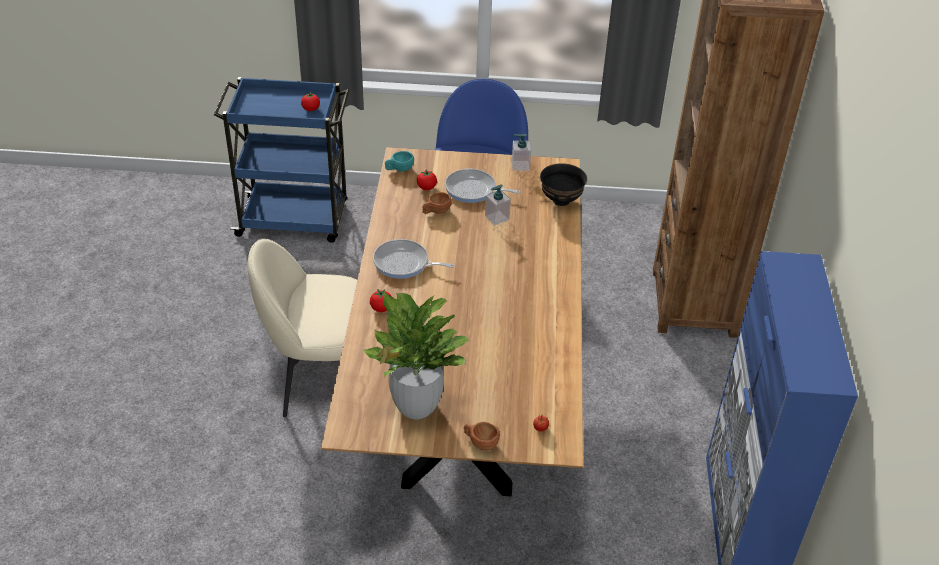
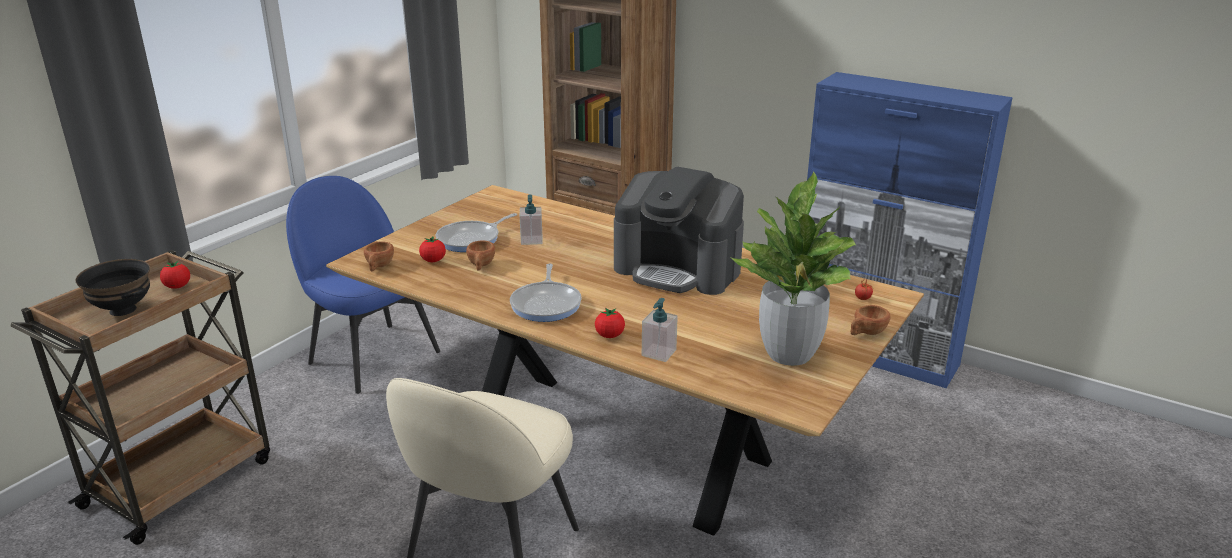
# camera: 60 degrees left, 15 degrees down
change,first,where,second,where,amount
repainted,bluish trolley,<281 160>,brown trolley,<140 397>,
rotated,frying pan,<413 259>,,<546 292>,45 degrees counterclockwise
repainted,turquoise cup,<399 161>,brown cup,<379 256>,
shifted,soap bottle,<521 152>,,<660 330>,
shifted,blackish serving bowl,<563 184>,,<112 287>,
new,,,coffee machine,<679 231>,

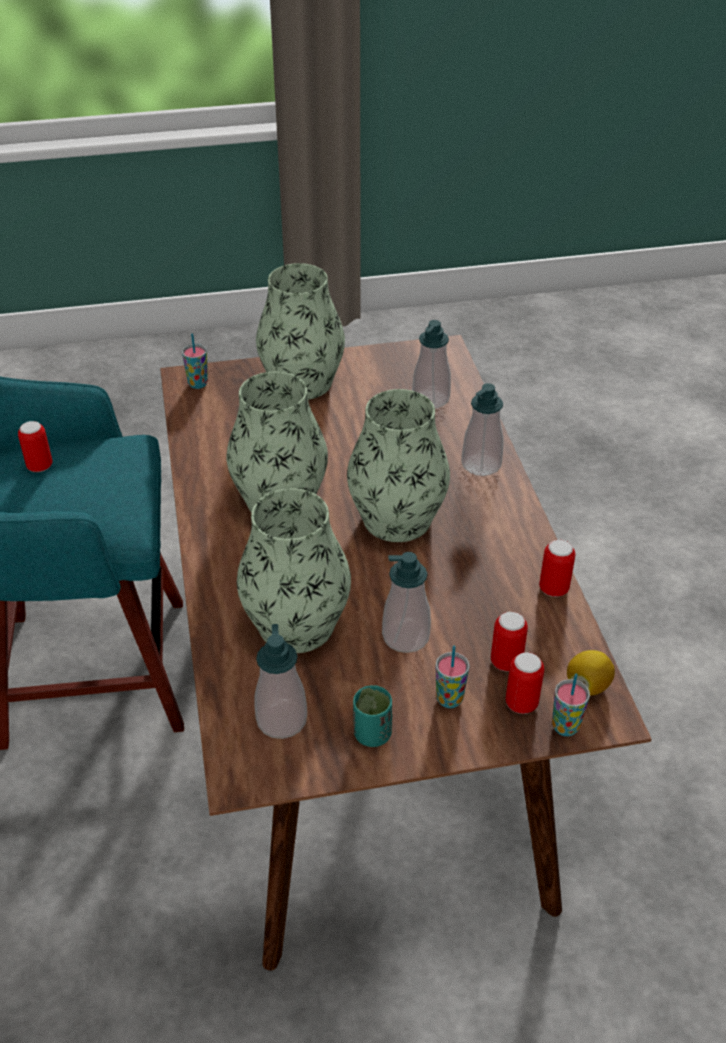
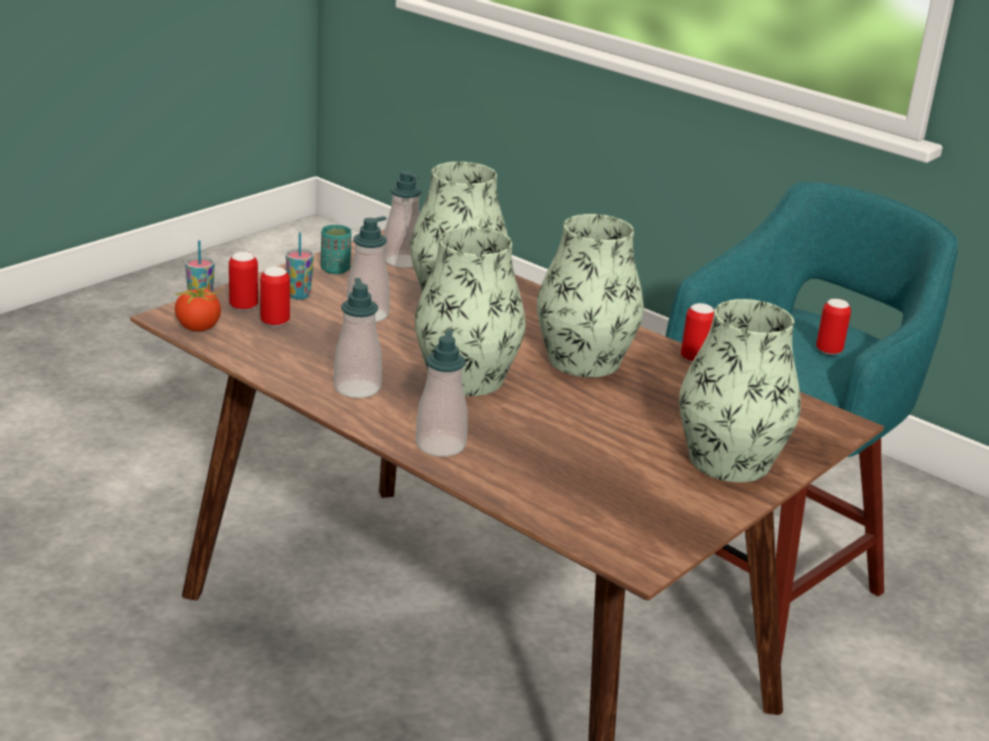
# camera: 140 degrees right, 15 degrees down
change,first,where,second,where,amount
gone,cup,<195 361>,,,
shifted,soap bottle,<431 364>,,<358 338>,
shifted,metal can,<557 568>,,<697 332>,
swapped,citrus fruit,<591 673>,fresh tomato,<198 308>,

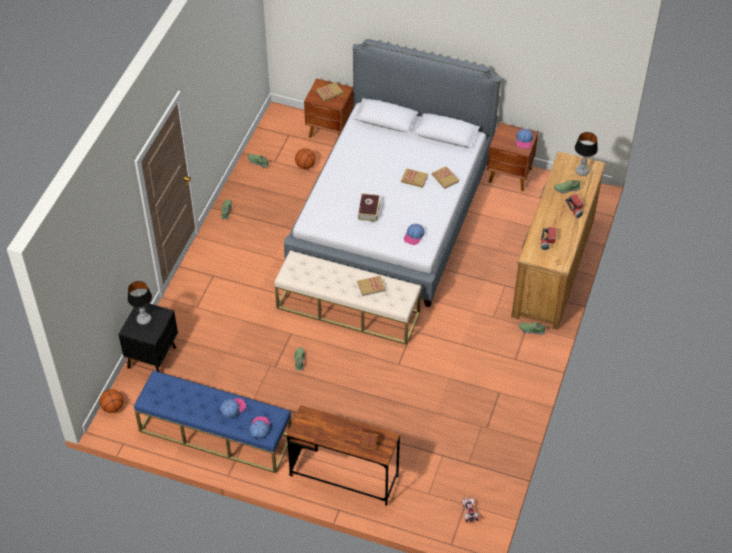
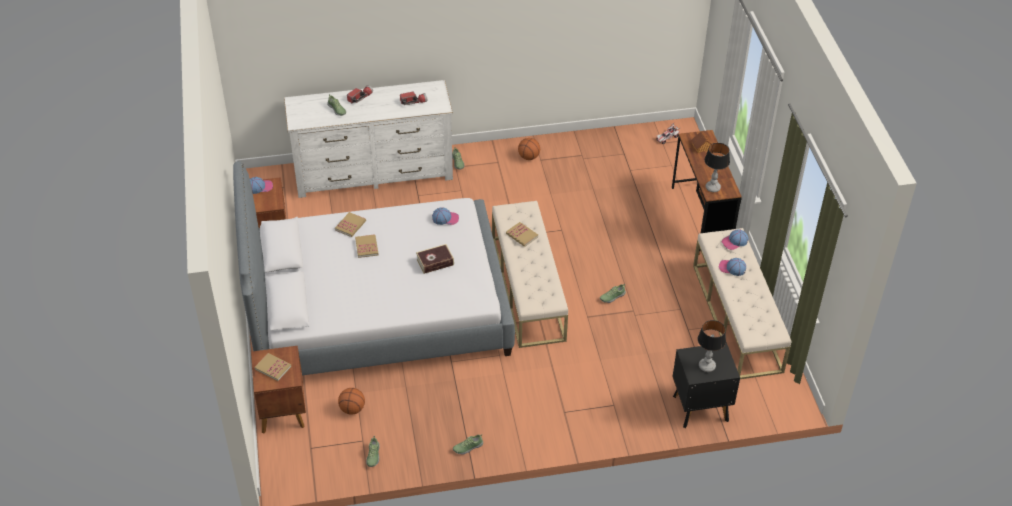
# camera: 120 degrees left, 5 degrees down
change,first,where,second,where,amount
shifted,basketball ball,<111 401>,,<529 149>,
repainted,bluish indoor bench,<213 421>,beige indoor bench,<742 303>,
repainted,brown drawer chest,<558 240>,whitish drawer chest,<368 139>,
shifted,lamp for a table,<586 154>,,<717 167>,

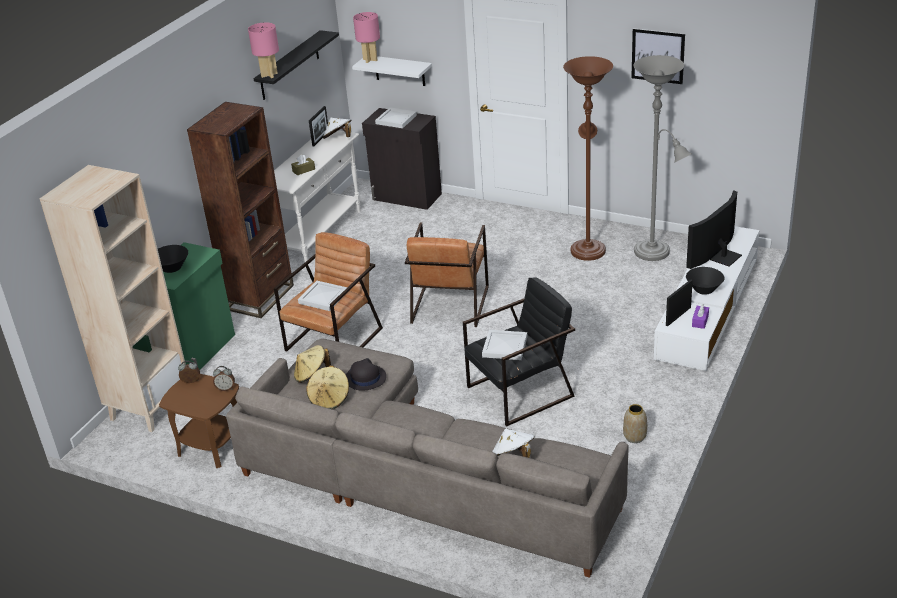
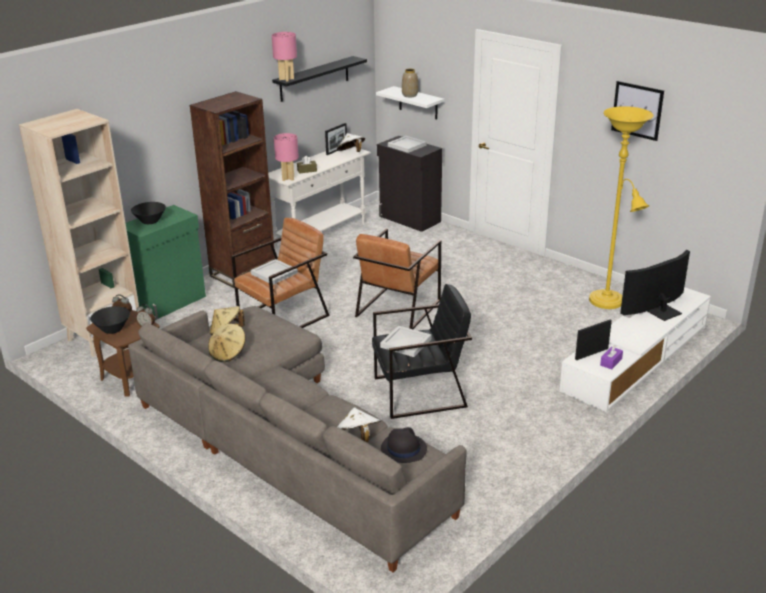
# camera: 15 degrees right, 5 degrees down
change,first,where,second,where,amount
shifted,blackish wearable hat,<366 374>,,<404 445>,
shifted,pink-coloured lamp for a table,<366 37>,,<286 157>,
gone,brown standard lamp,<588 158>,,,
shifted,flower vase,<635 423>,,<410 83>,
repainted,gray standard lamp,<662 158>,yellow-coloured standard lamp,<621 207>,
shifted,blackish serving bowl,<705 281>,,<110 320>,

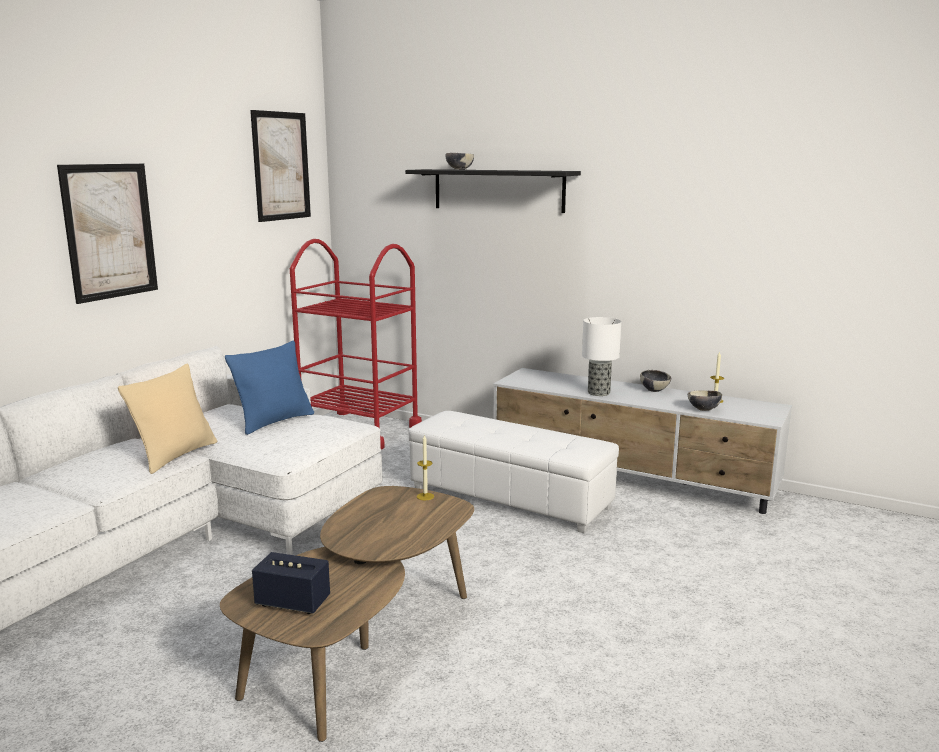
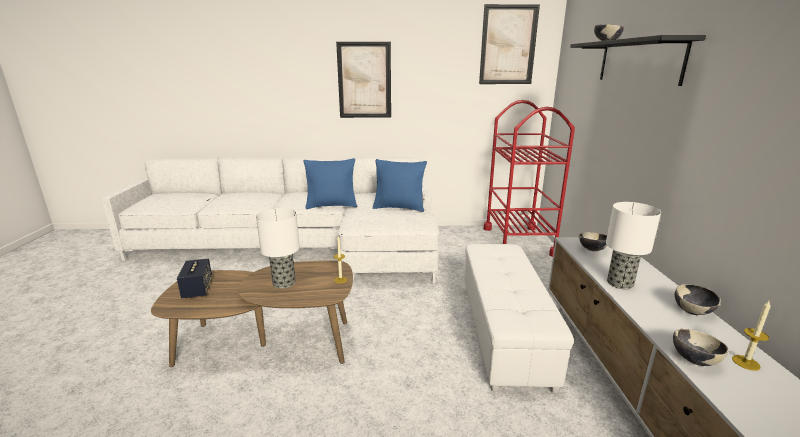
# camera: 60 degrees right, 5 degrees up
change,first,where,second,where,amount
repainted,beige cushion,<167 419>,bluish cushion,<330 183>,
new,,,lamp for a table,<278 248>,
new,,,serving bowl,<593 241>,

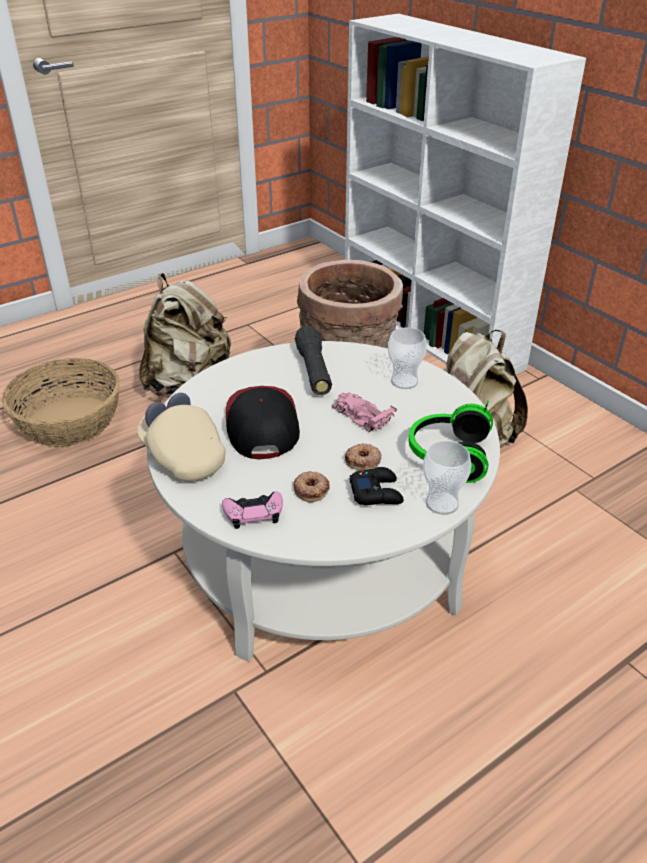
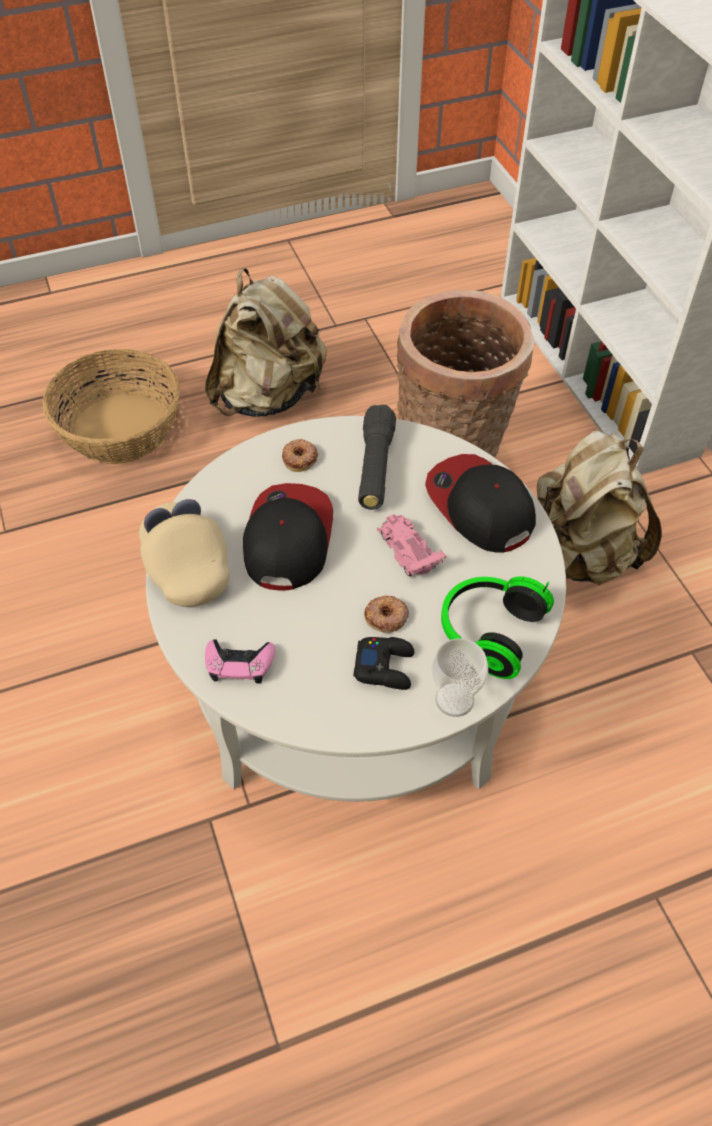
# camera: 15 degrees right, 15 degrees up
change,first,where,second,where,amount
shifted,donut,<311 486>,,<300 455>,
swapped,cup,<407 358>,baseball cap,<480 503>,

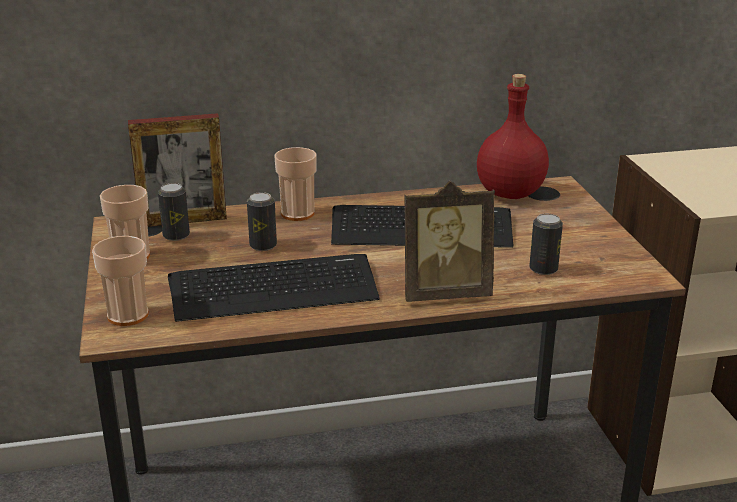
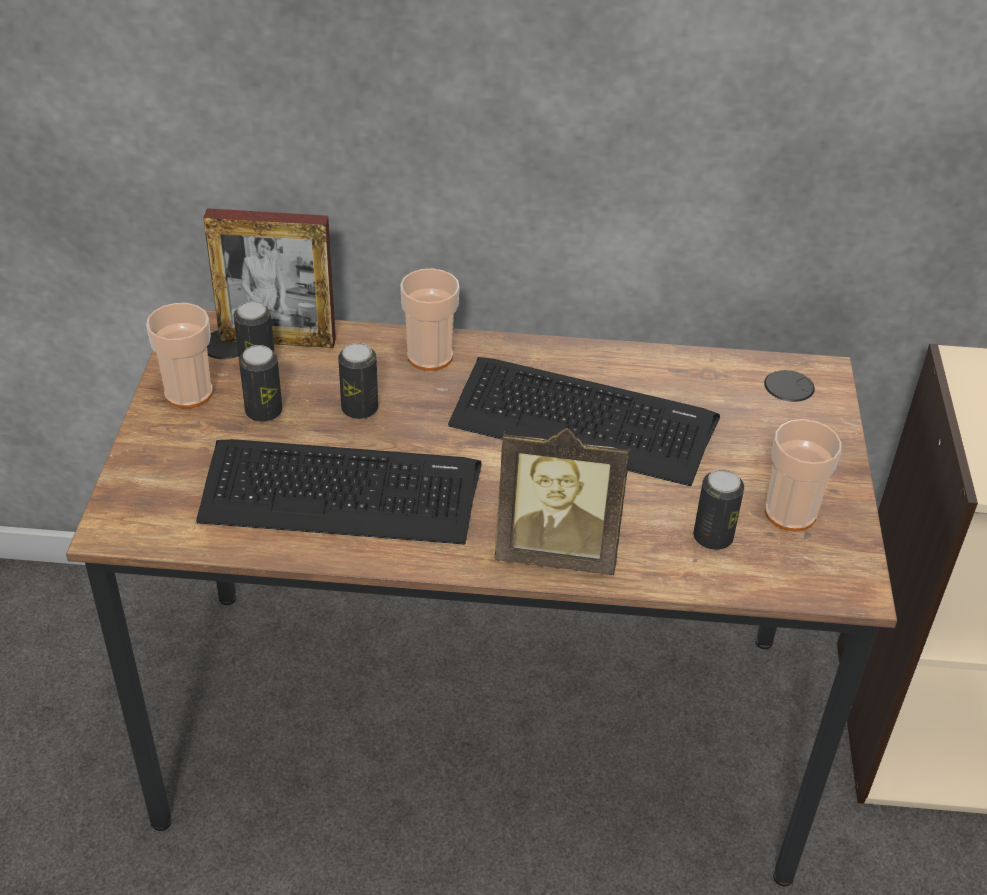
# camera: 15 degrees right, 15 degrees up
change,first,where,second,where,amount
shifted,cup,<120 281>,,<803 475>,
gone,red-coloured bottle,<513 136>,,,
new,,,metal can,<260 383>,

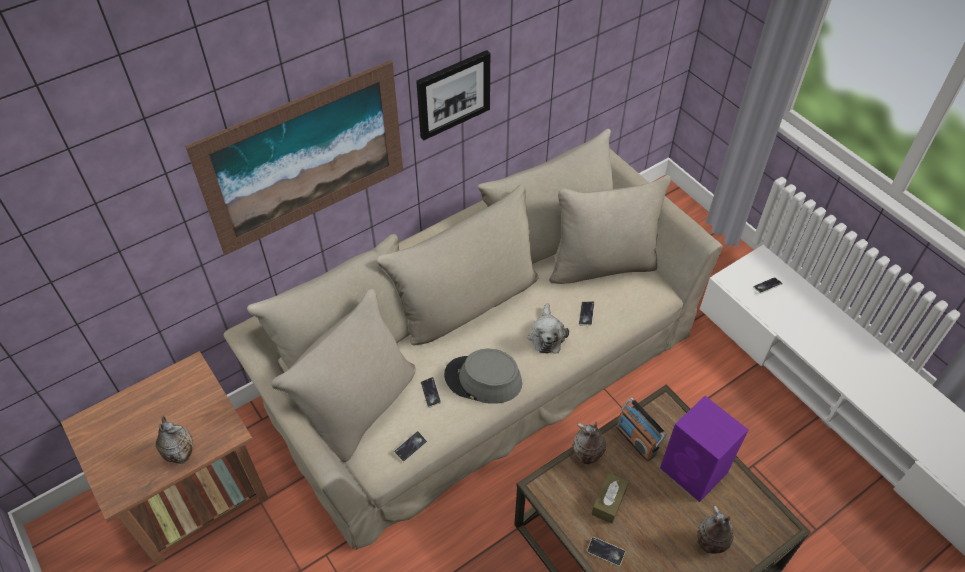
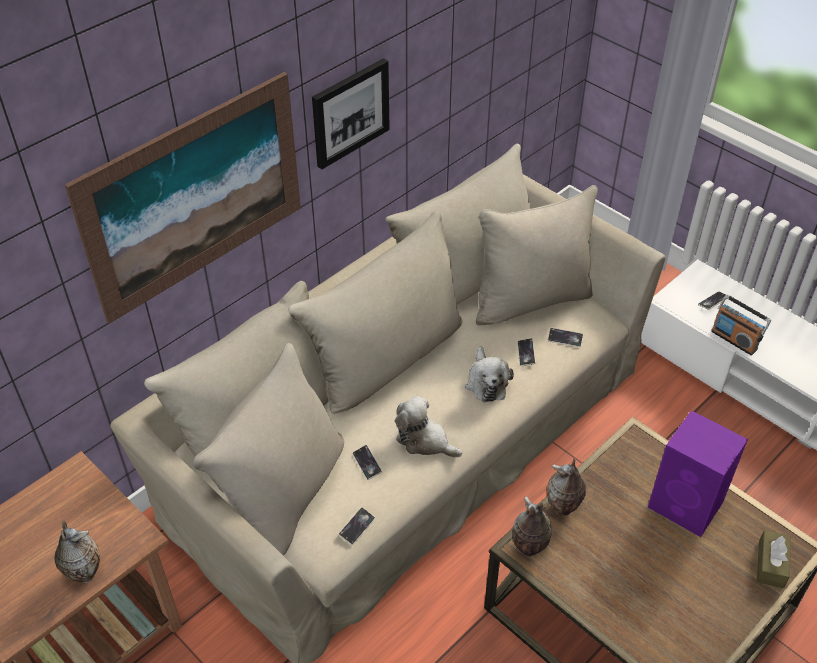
# camera: 10 degrees left, 5 degrees down
change,first,where,second,where,amount
swapped,gray wearable hat,<483 376>,plush toy,<428 426>,
shifted,telephone,<606 551>,,<565 337>,
shifted,brown tissue holder,<610 498>,,<774 559>,
shifted,radio receiver,<641 429>,,<741 325>,
shifted,flower vase,<715 530>,,<532 526>,

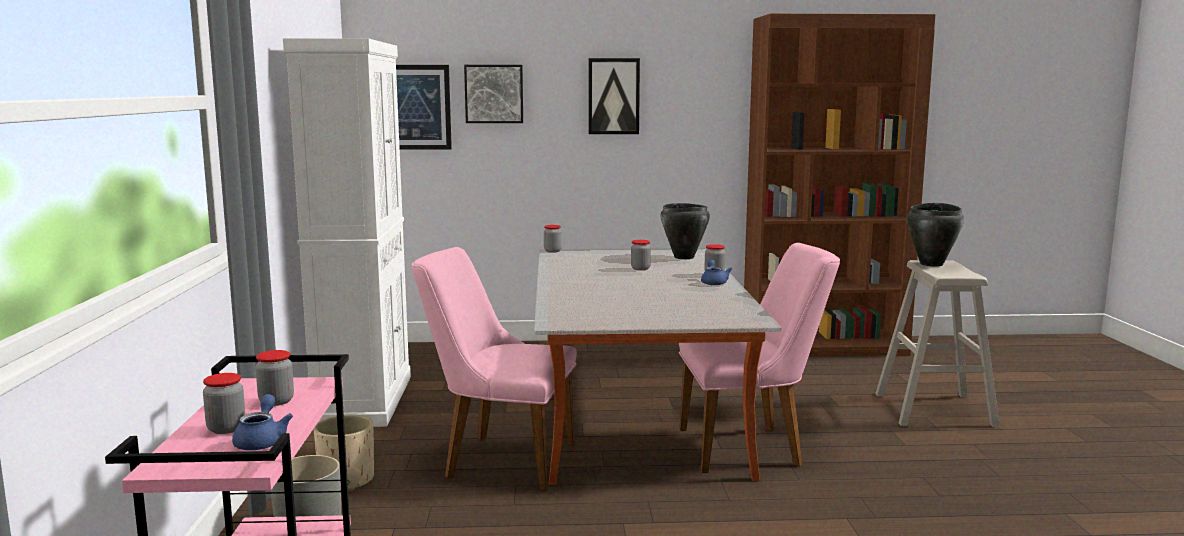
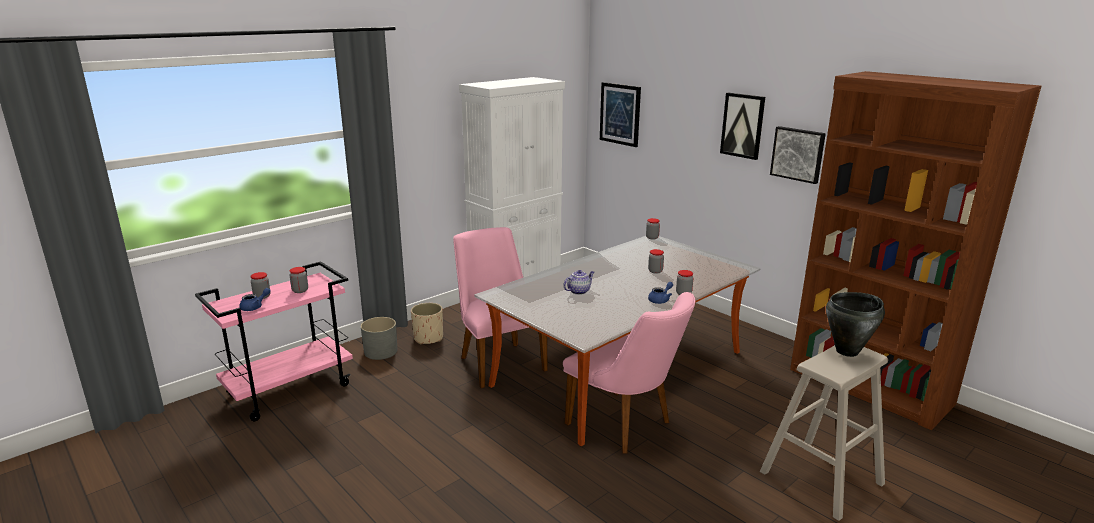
# camera: 50 degrees right, 10 degrees up
change,first,where,second,where,amount
shifted,wall picture,<493 94>,,<798 155>,
gone,blackish stockpot,<685 231>,,,
new,,,teapot,<578 282>,

